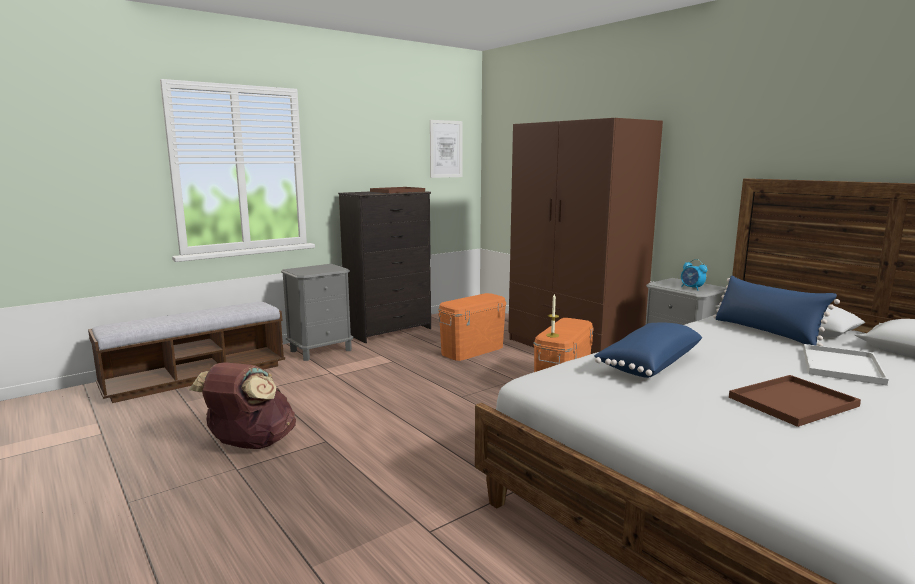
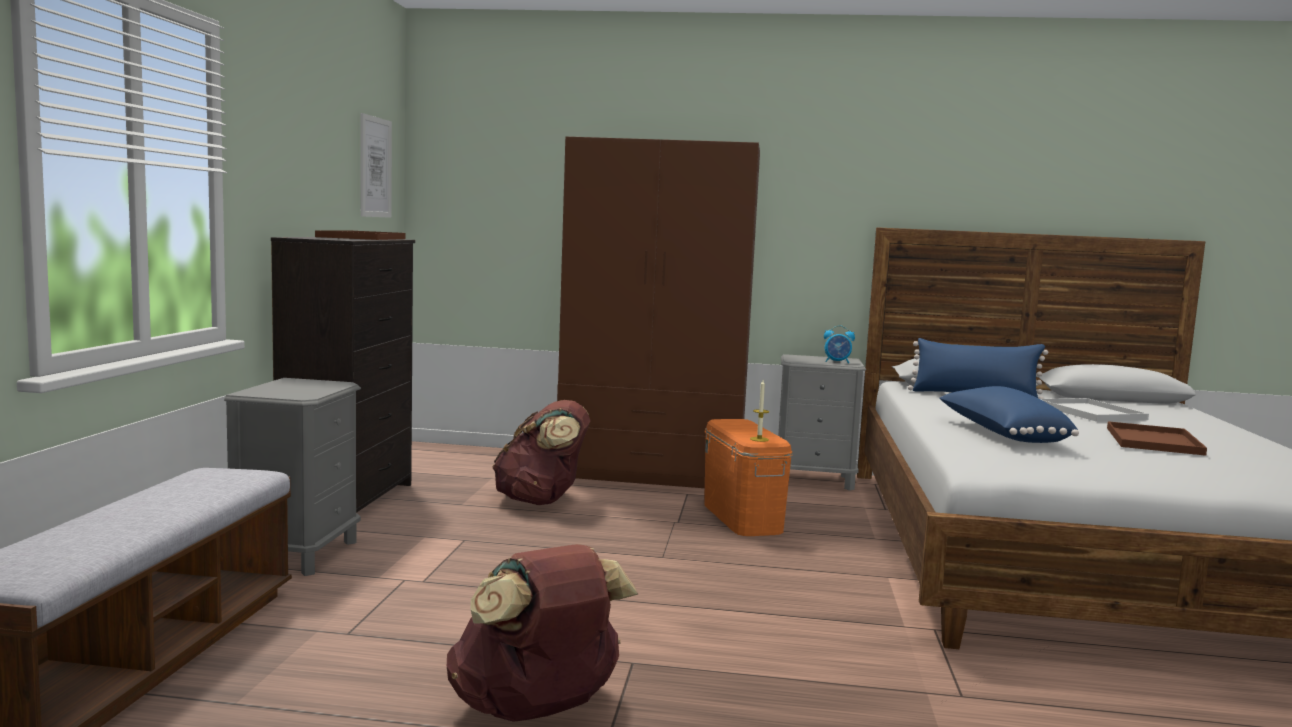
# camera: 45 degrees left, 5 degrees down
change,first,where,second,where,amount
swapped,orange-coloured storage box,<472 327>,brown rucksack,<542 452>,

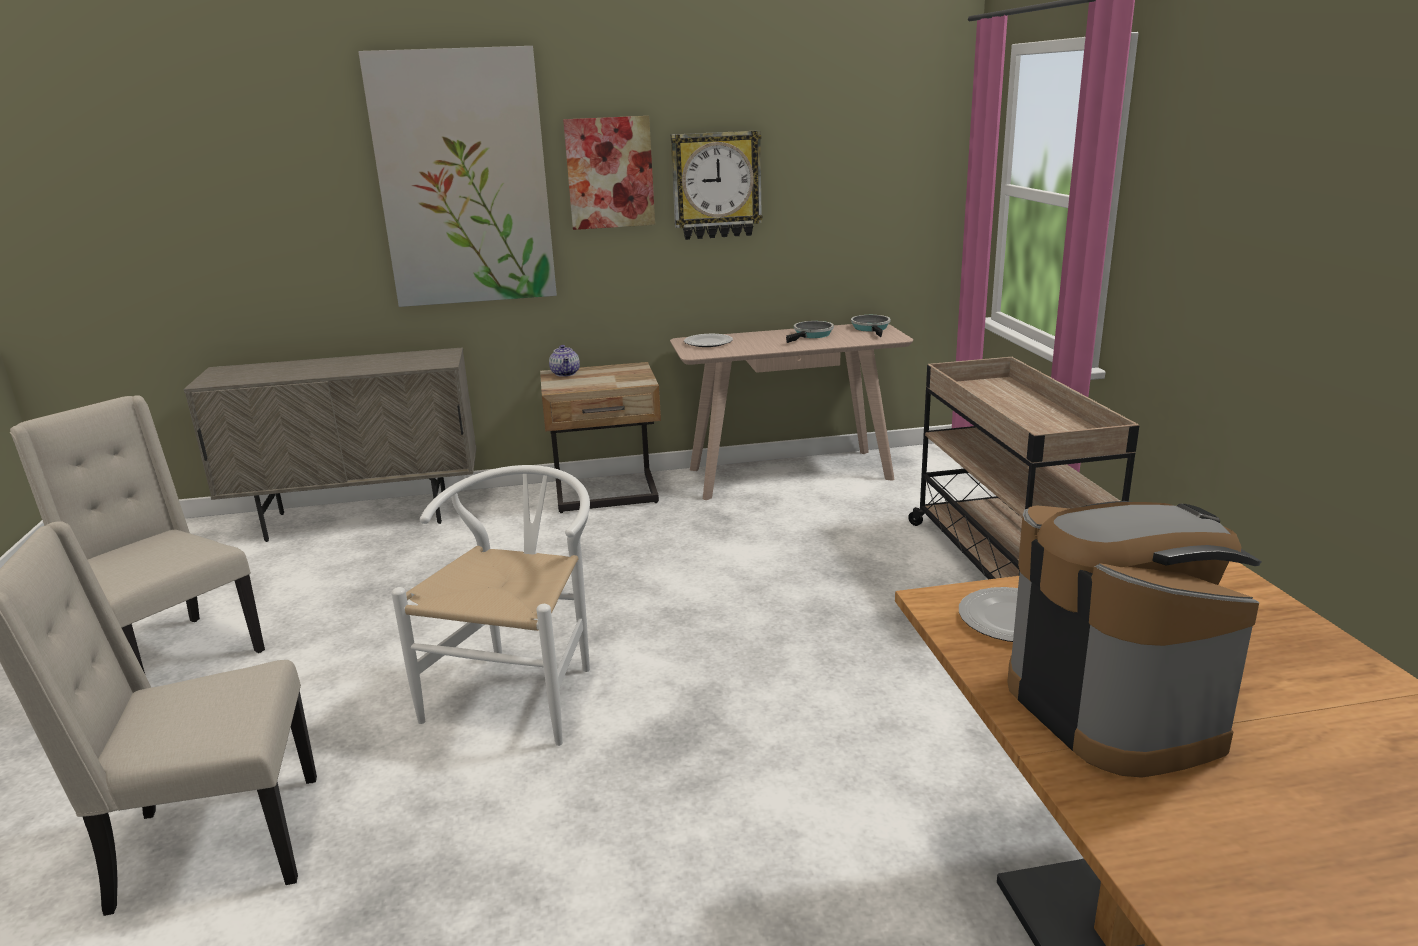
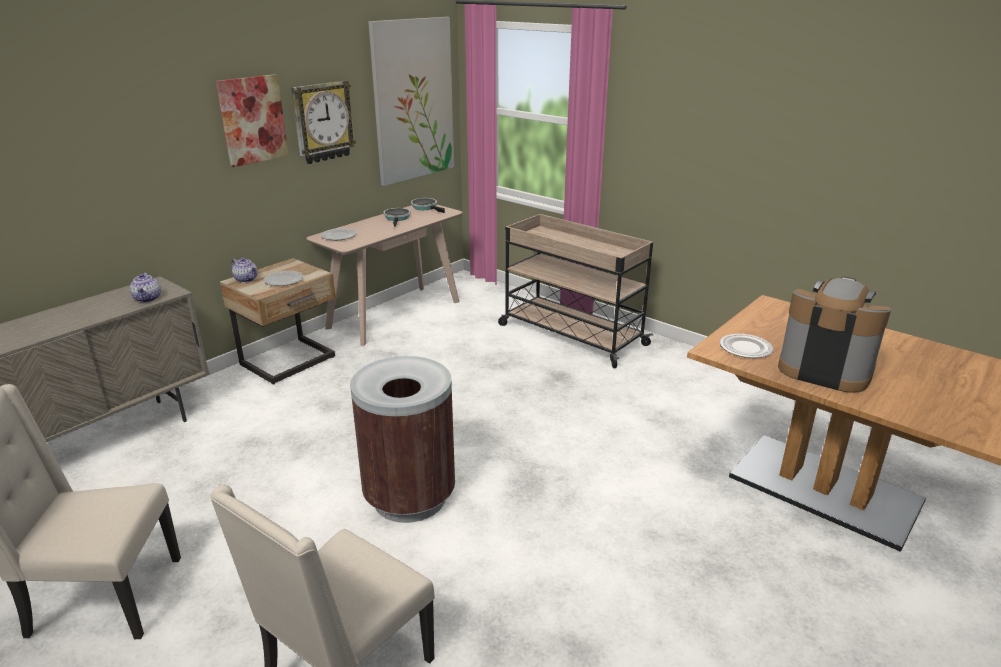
# camera: 40 degrees left, 5 degrees up
change,first,where,second,where,amount
shifted,wall picture,<457 176>,,<411 101>,
swapped,whitish plain chair,<491 605>,brown waste bin,<402 439>,
new,,,teapot,<145 287>,
new,,,flat dish,<283 278>,

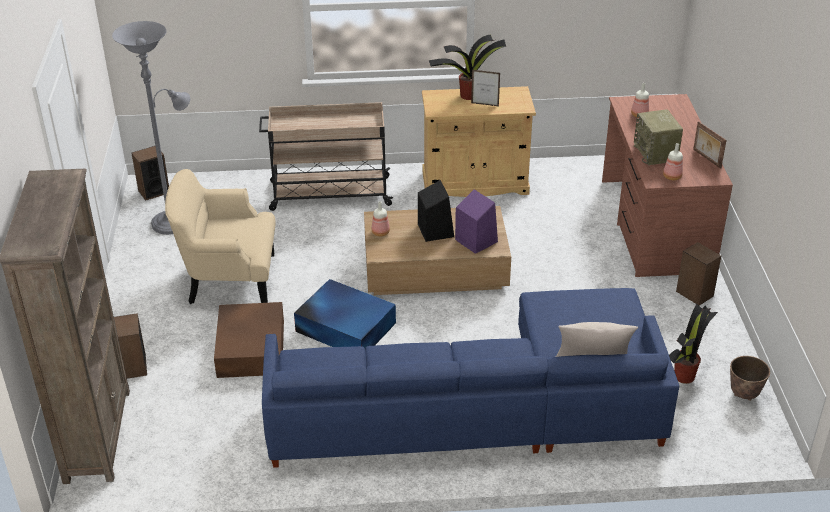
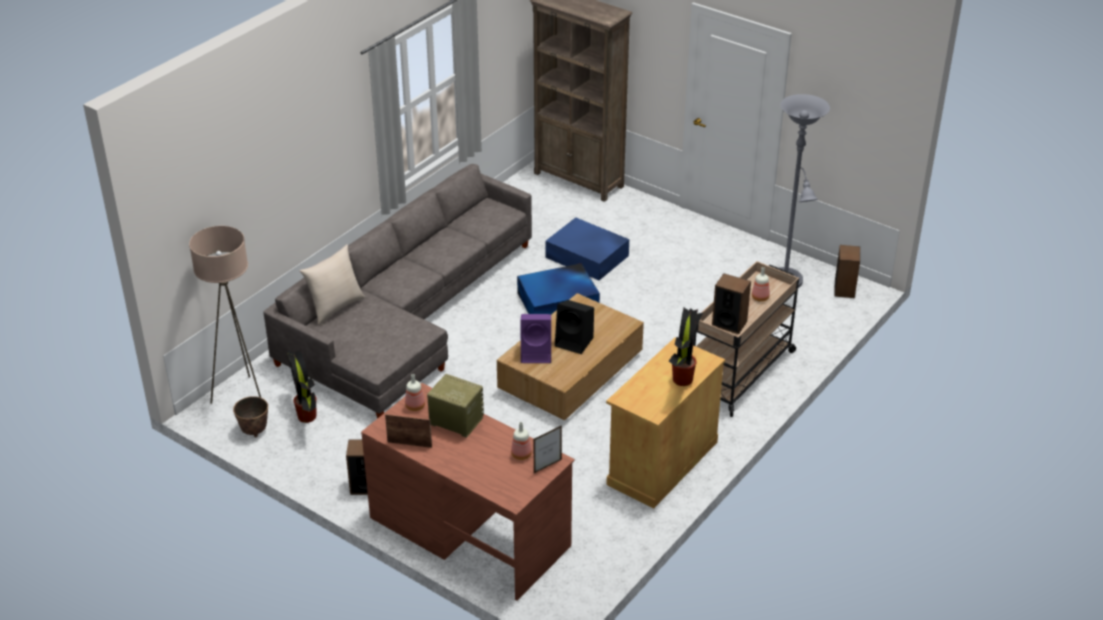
# camera: 130 degrees right, 0 degrees up
change,first,where,second,where,amount
shifted,loudspeaker,<130 346>,,<731 303>,
gone,beige lounge chair,<220 236>,,,
repainted,brown storage box,<249 340>,bluish storage box,<587 249>,
repainted,bluish sofa,<470 378>,gray sofa,<397 291>,
shifted,bottle,<380 218>,,<761 284>,
shifted,standing frame,<485 88>,,<547 449>,
new,,,beige standard lamp,<225 315>,

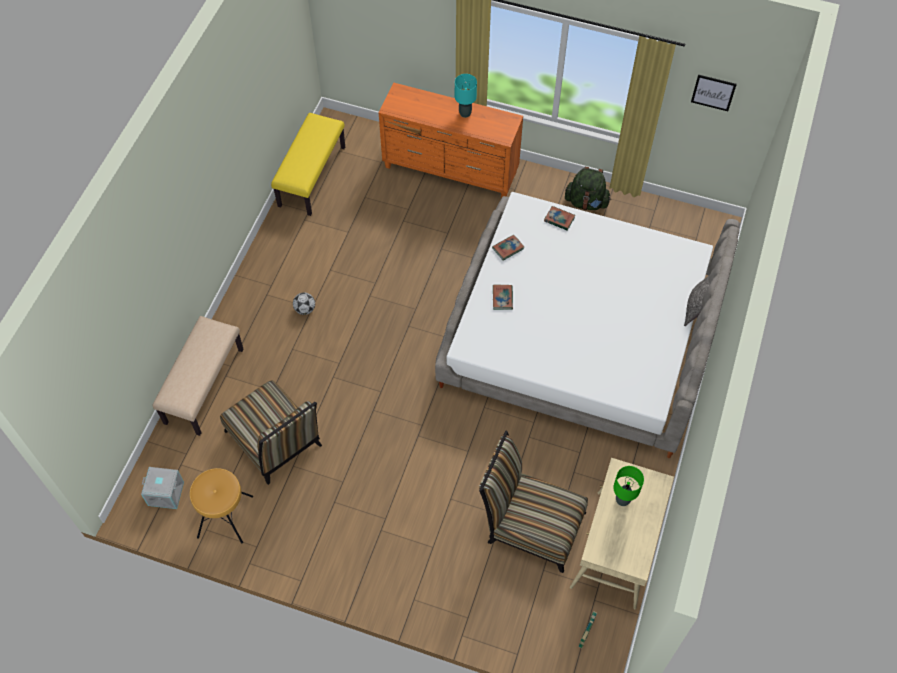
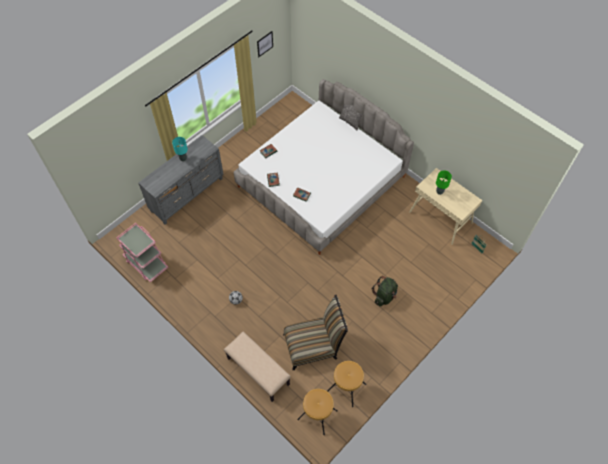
# camera: 65 degrees left, 0 degrees up
change,first,where,second,where,amount
swapped,gray storage box,<162 488>,brown sitting stool,<317 412>,
swapped,yellow-coloured indoor bench,<308 164>,pink-coloured trolley,<142 252>,
repainted,orange-coloured drawer chest,<451 140>,gray drawer chest,<181 180>,
gone,plain chair,<533 502>,,,
shifted,green-coloured rucksack,<588 188>,,<385 291>,

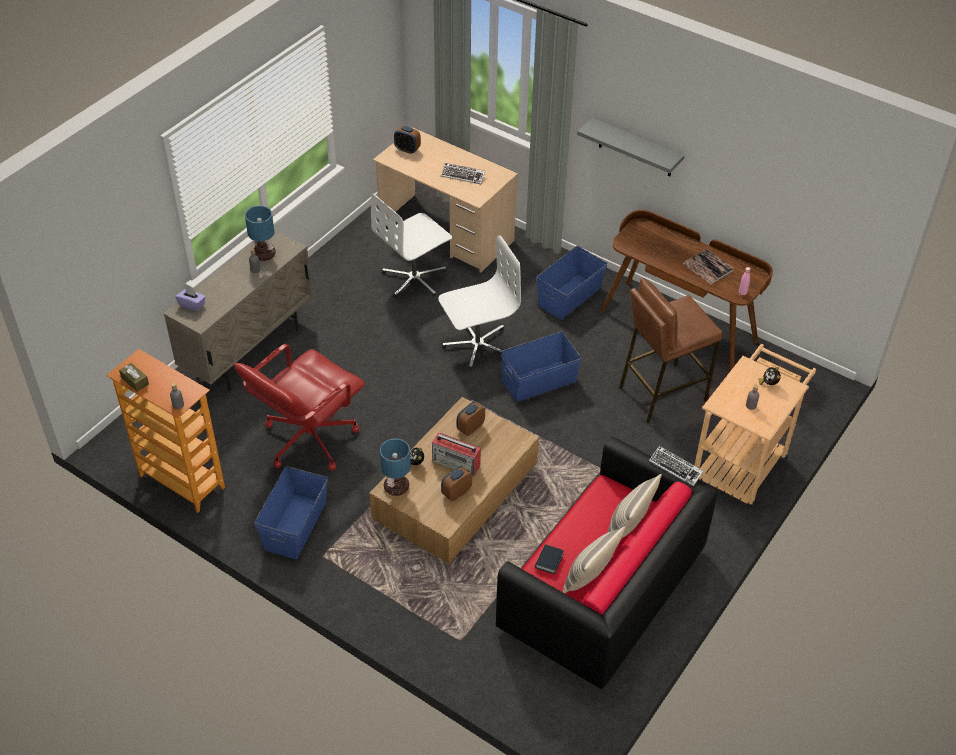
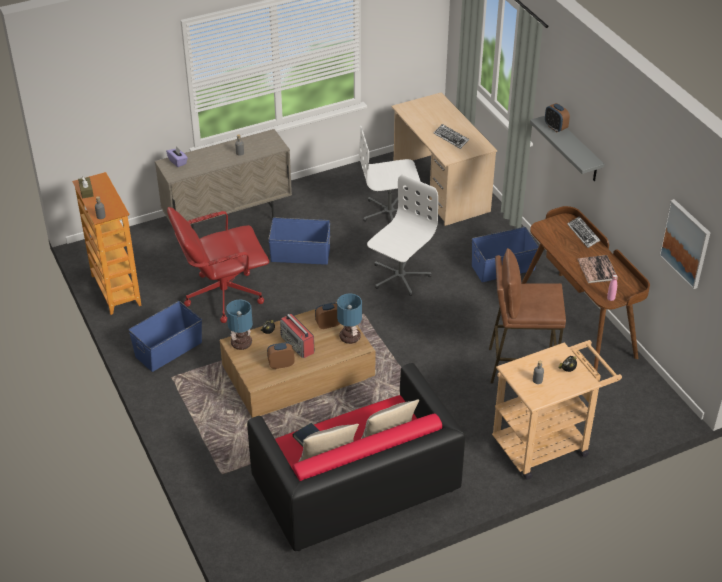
# camera: 30 degrees right, 5 degrees down
change,first,where,second,where,amount
shifted,lamp for a table,<260 233>,,<349 319>,
shifted,table clock,<407 140>,,<557 117>,
rotated,whitish office chair,<479 302>,,<402 235>,60 degrees counterclockwise
shifted,bluish storage box,<541 366>,,<299 241>,
shifted,keyboard,<676 466>,,<583 232>,
new,,,wall picture,<684 244>,

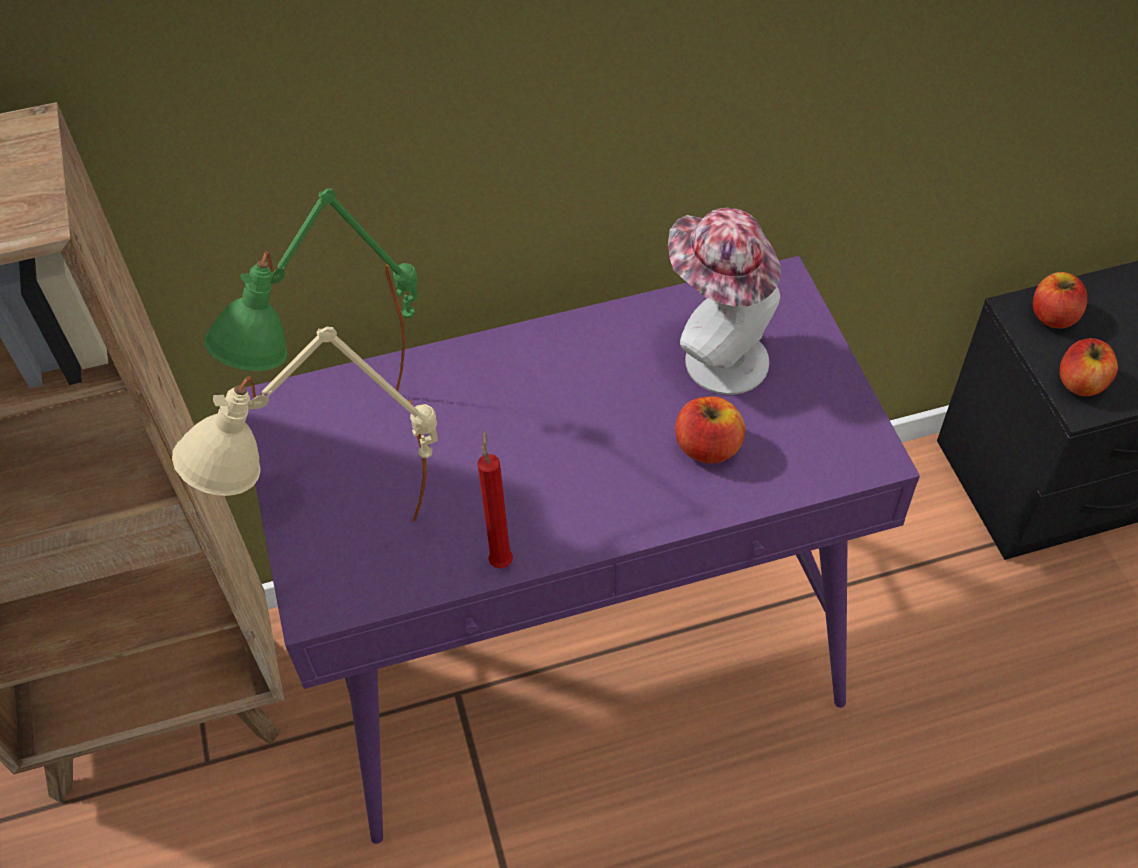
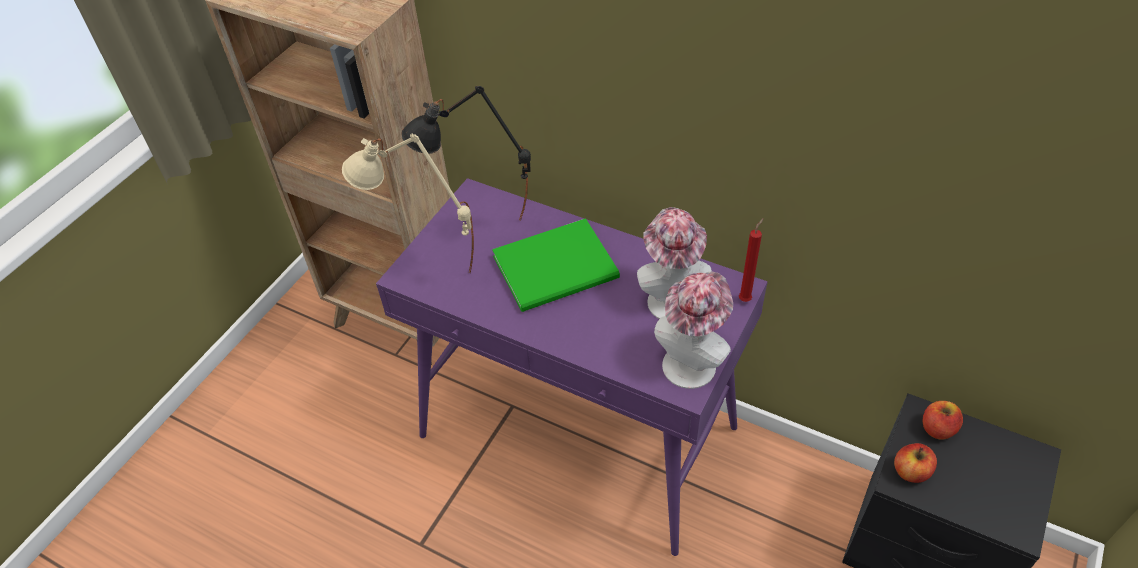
# camera: 45 degrees right, 5 degrees down
change,first,where,second,where,amount
repainted,green-coloured lamp for a table,<311 289>,blackish lamp for a table,<466 153>,
shifted,red-coloured candle,<495 500>,,<751 260>,
gone,apple,<710 430>,,,
new,,,green-coloured volume,<556 265>,
new,,,wearable hat,<693 330>,

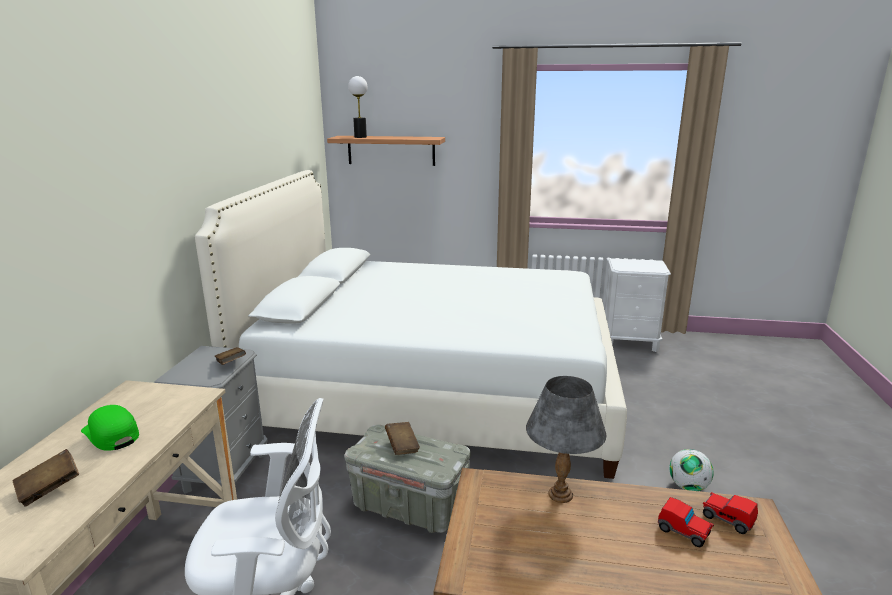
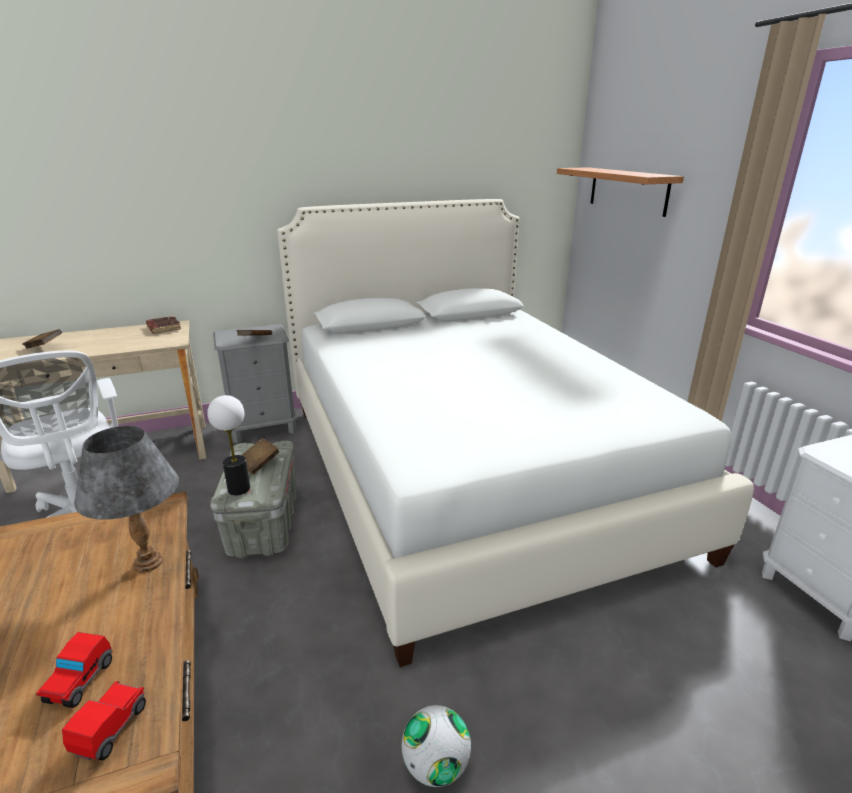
# camera: 60 degrees right, 5 degrees up
change,first,where,second,where,amount
gone,green-coloured baseball cap,<110 428>,,,
shifted,lamp for a table,<357 107>,,<228 445>,
new,,,brown volume,<163 325>,

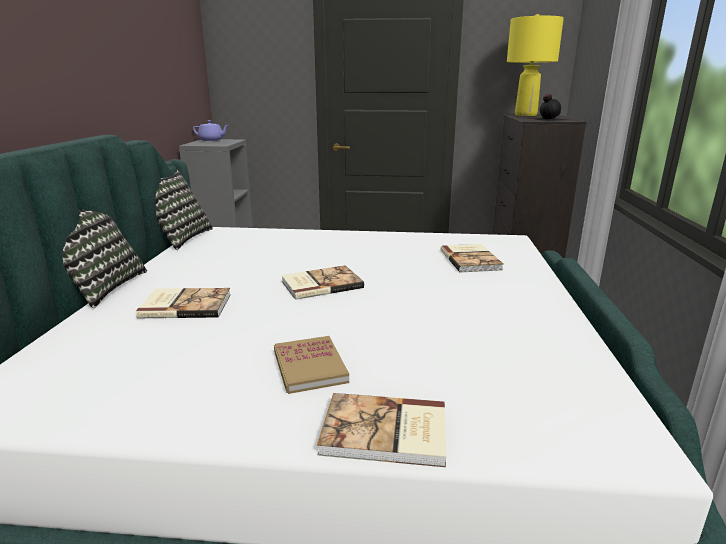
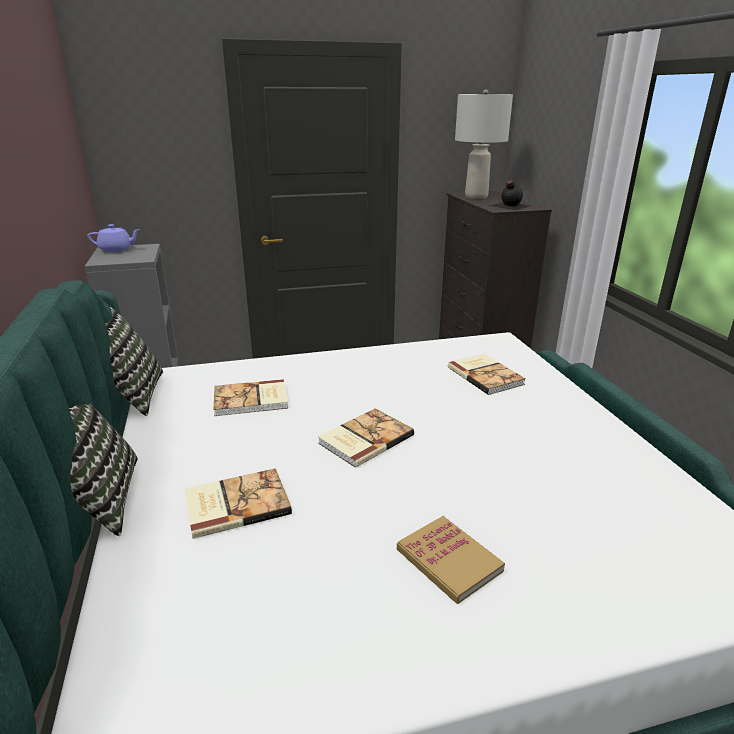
# camera: 20 degrees left, 5 degrees up
change,first,where,second,where,amount
shifted,volume,<382 430>,,<250 397>,
repainted,yellow-coloured lamp for a table,<535 65>,gray lamp for a table,<484 144>,

